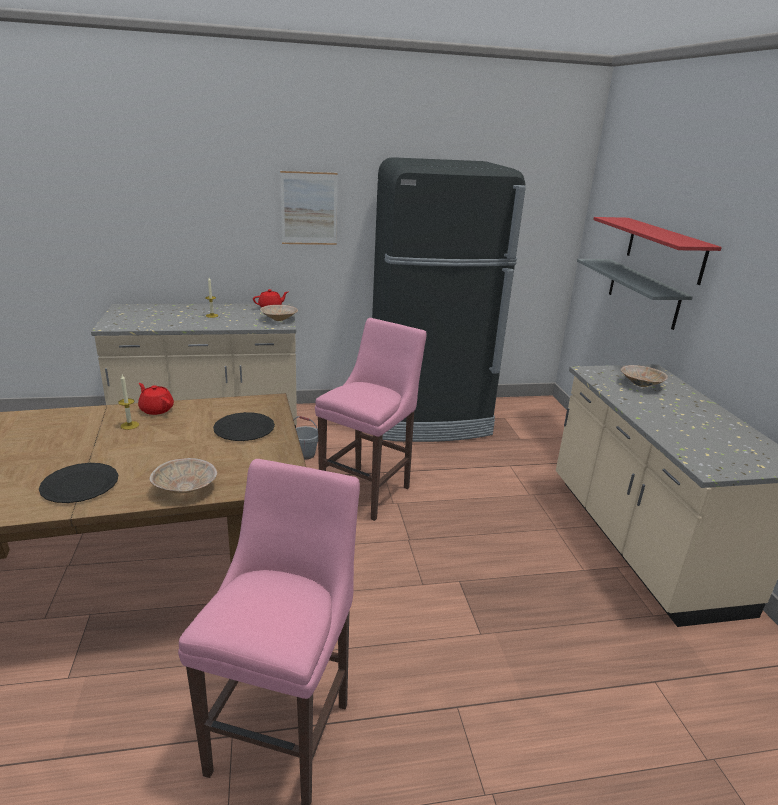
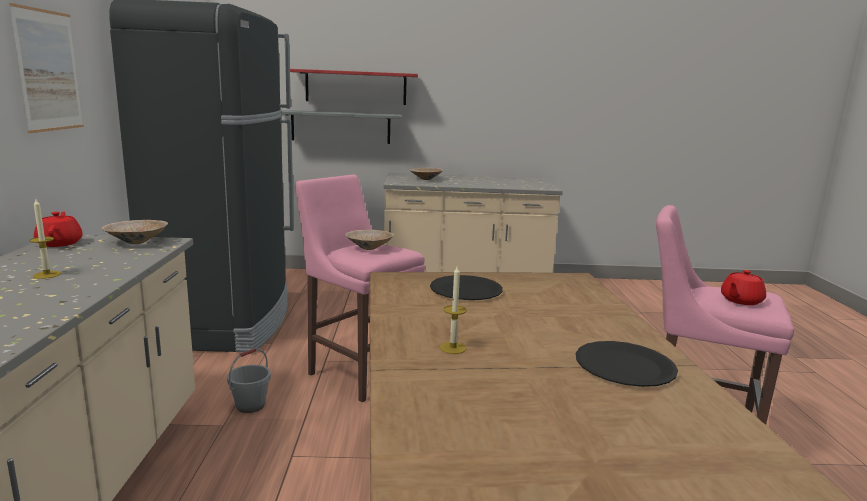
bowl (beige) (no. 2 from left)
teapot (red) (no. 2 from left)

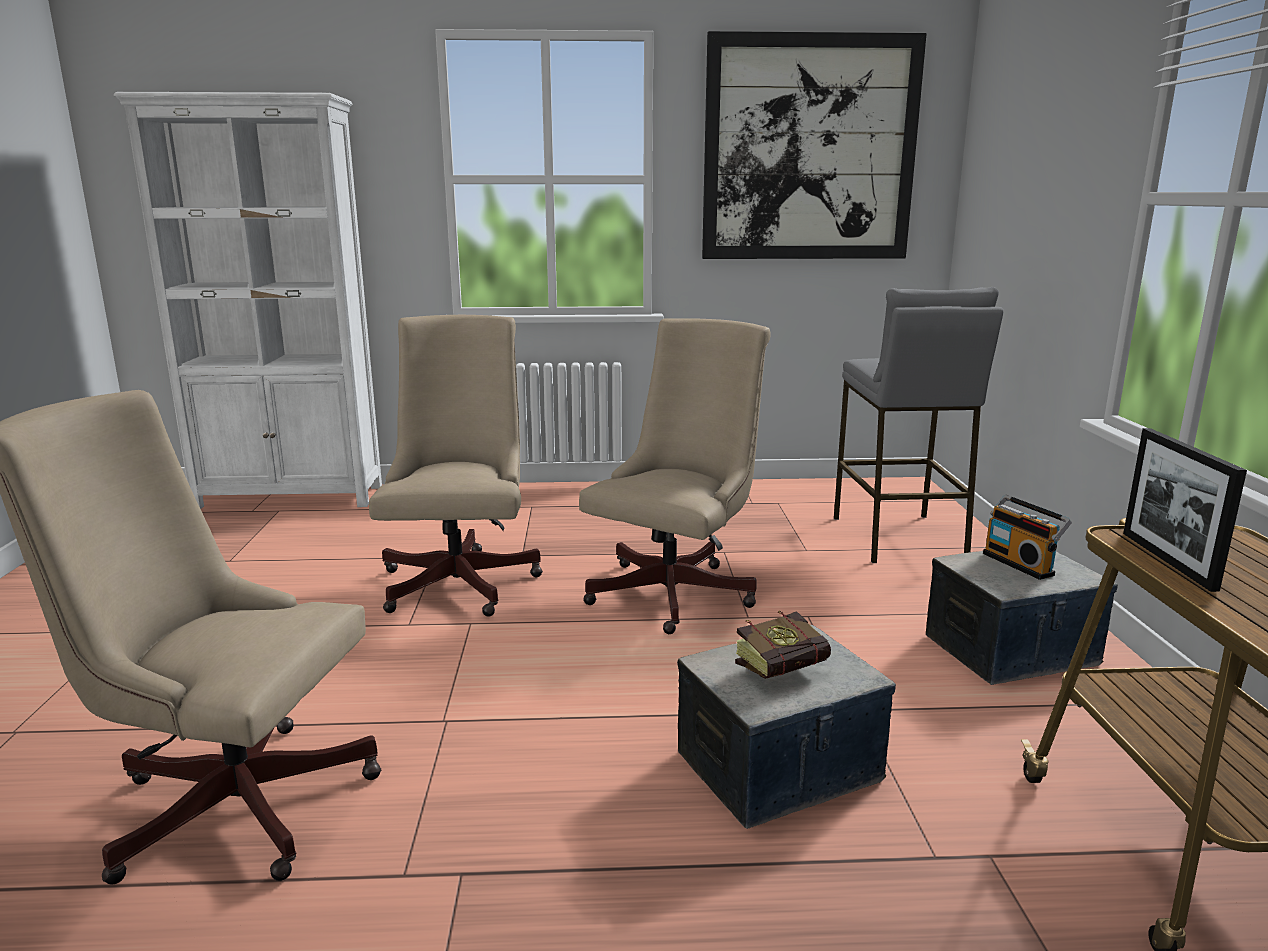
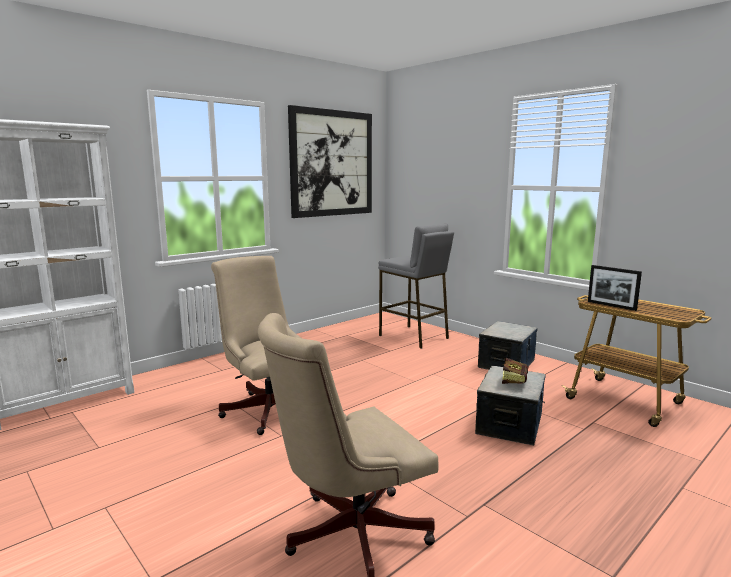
office chair (beige) (no. 3 from left in the first image)
radio

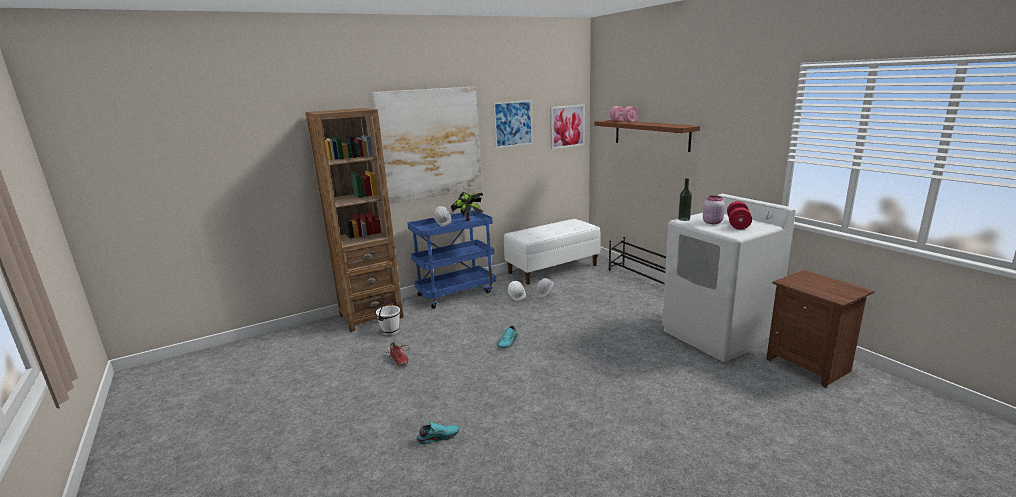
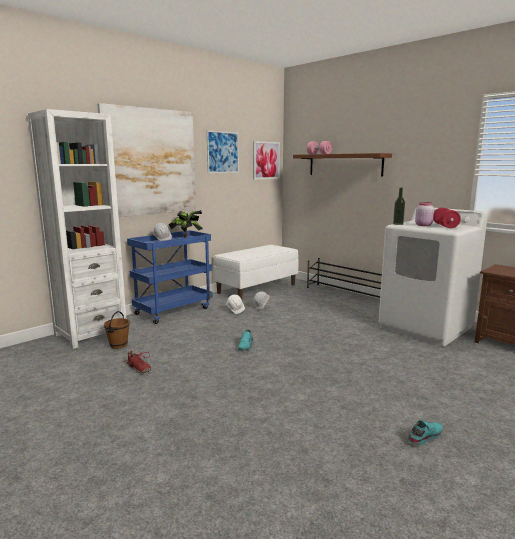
bookcase (white)
bucket (brown)
shoe (turquoise) (no. 2 from left)

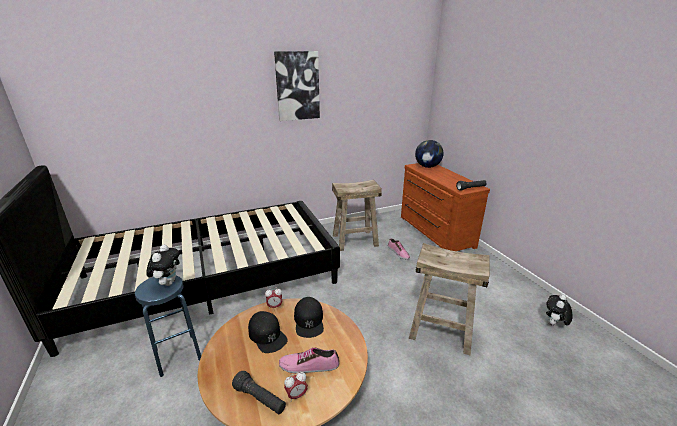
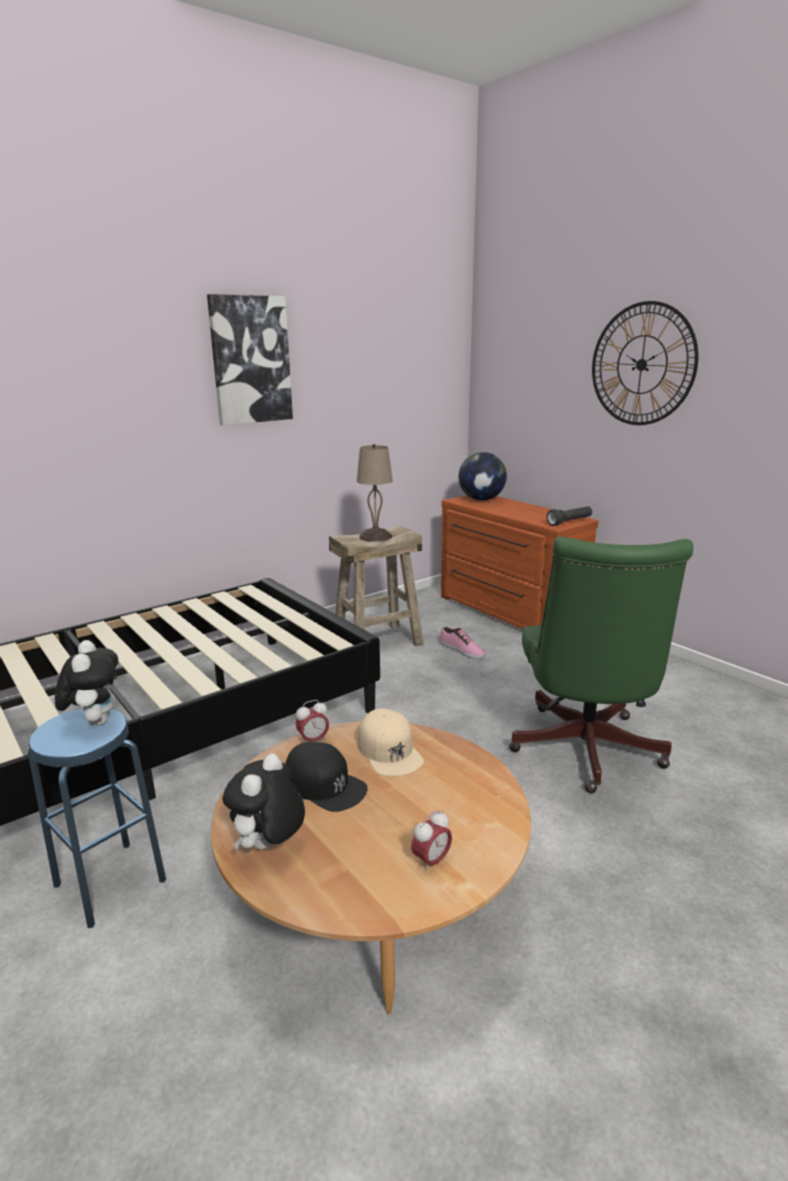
plush toy (no. 2 from left)
table lamp (beige)
cap (beige)
office chair (green)
wall clock
flashlight (black) (no. 1 from left in the first image)
shoe (no. 1 from left in the first image)

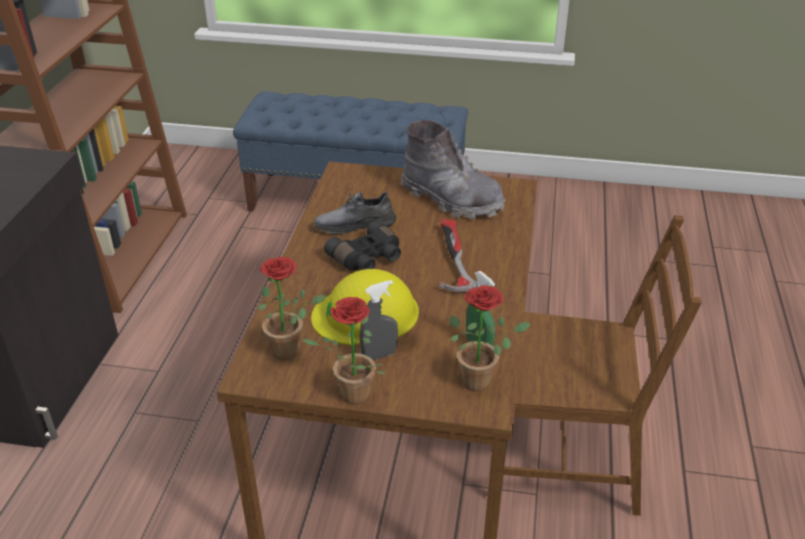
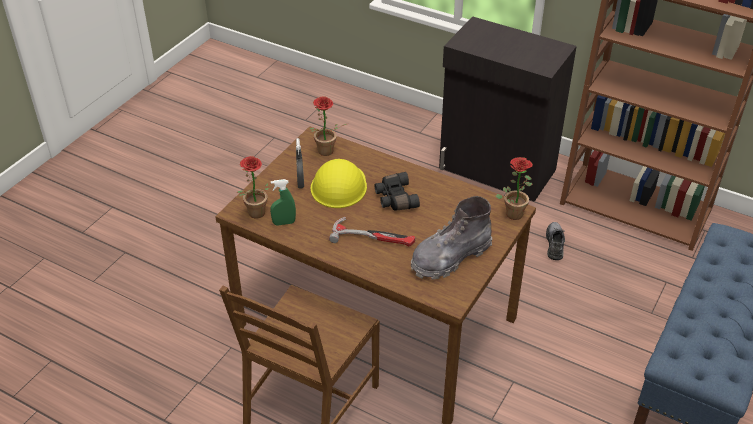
potted plant (no. 3 from left)
shoe (grey)

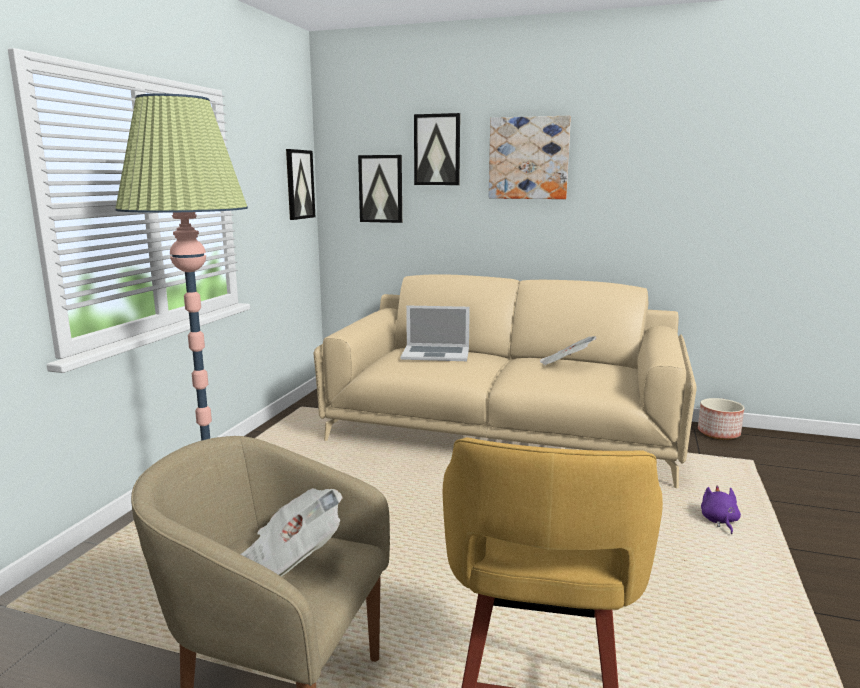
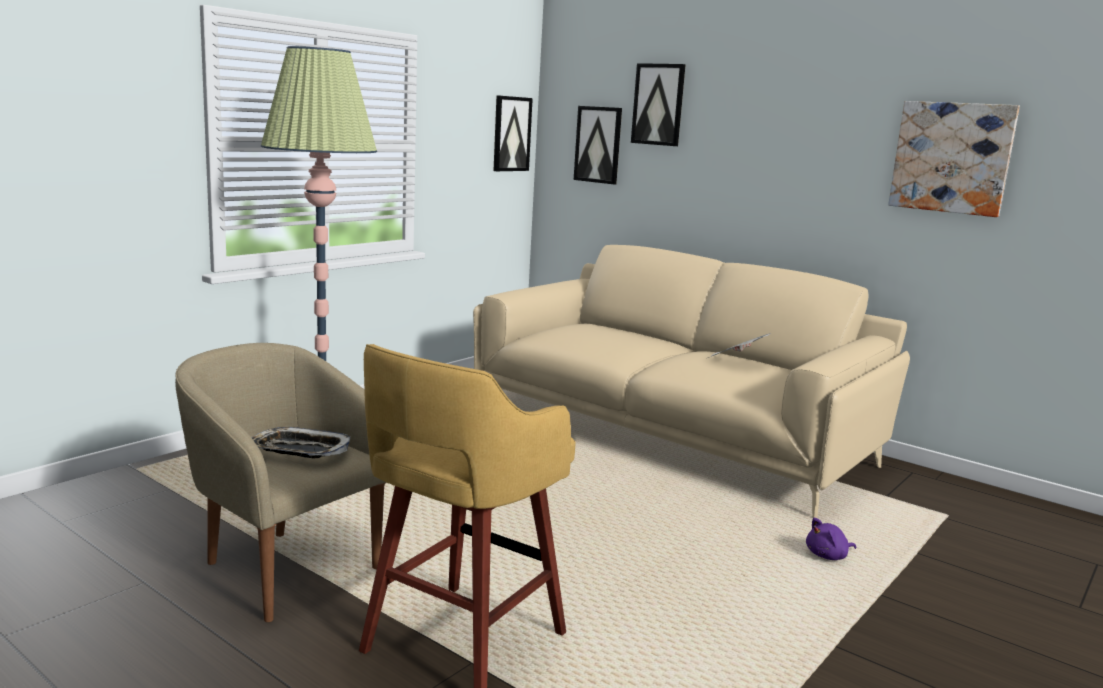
tray
plush toy (purple)
picture (no. 4 from left)
laptop
planter

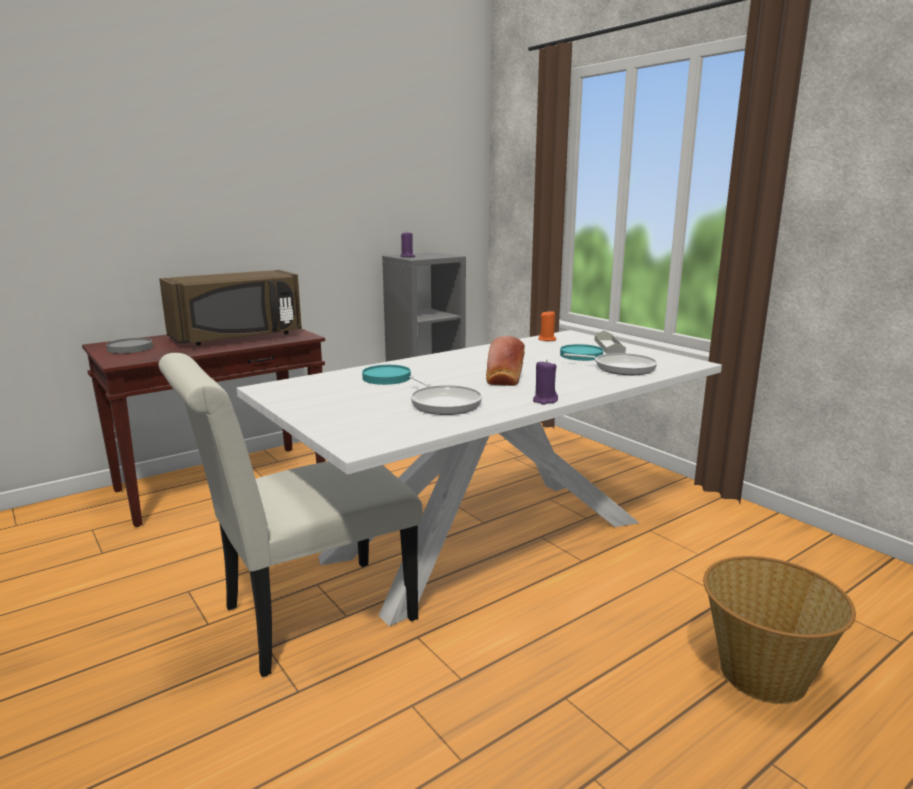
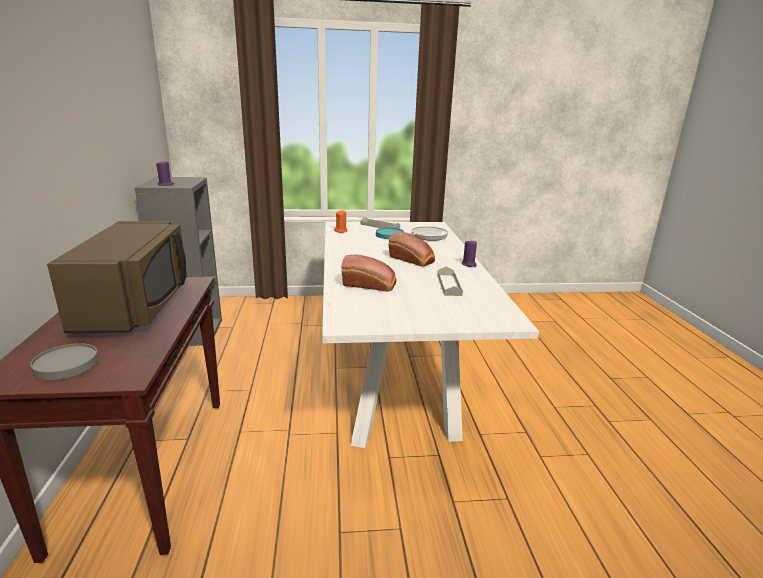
bread (no. 1 from left)
tray (grey) (no. 2 from left)
chair (white)
basket

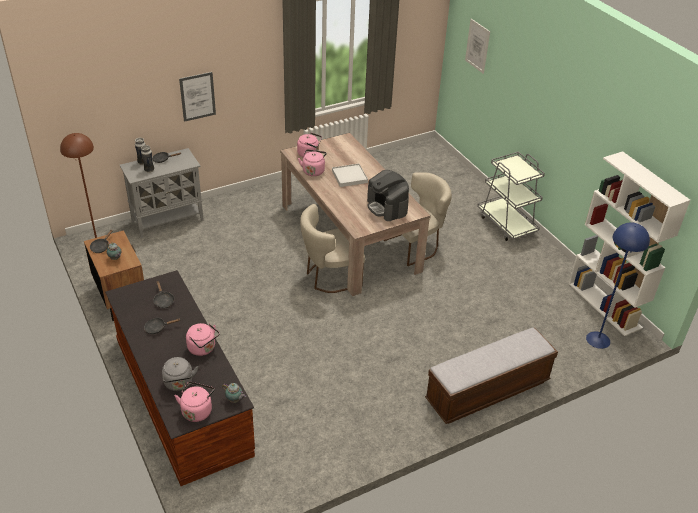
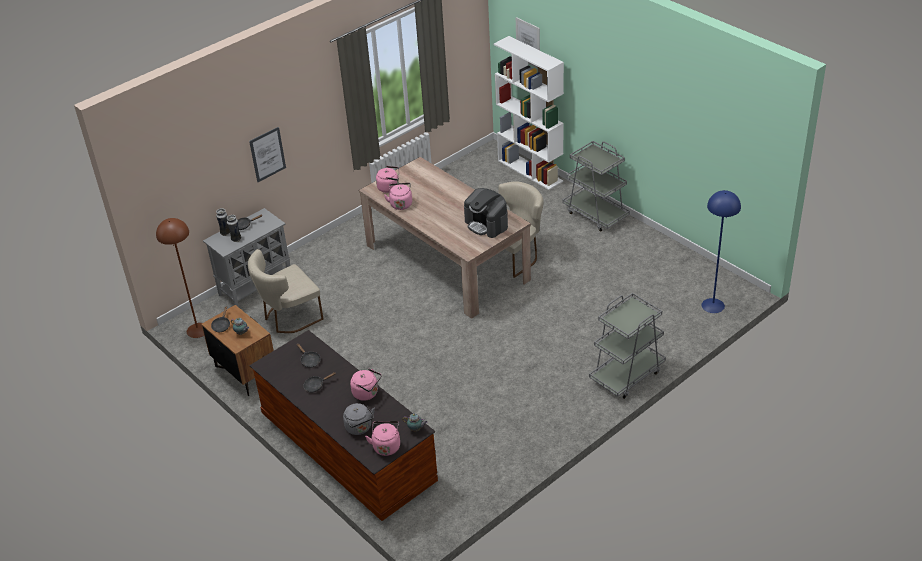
chair (beige) (no. 1 from left)
bookcase (white)
cart (grey) (no. 2 from left)
tray (white)

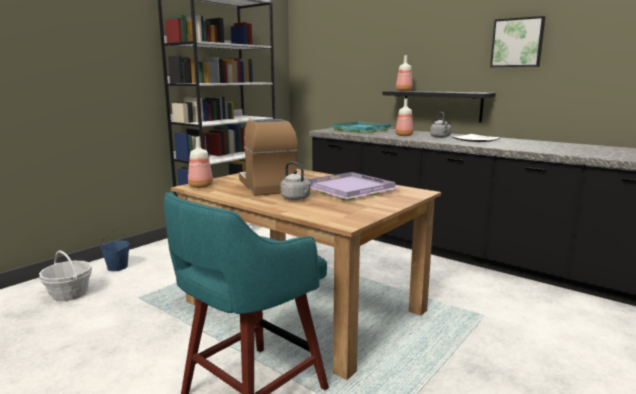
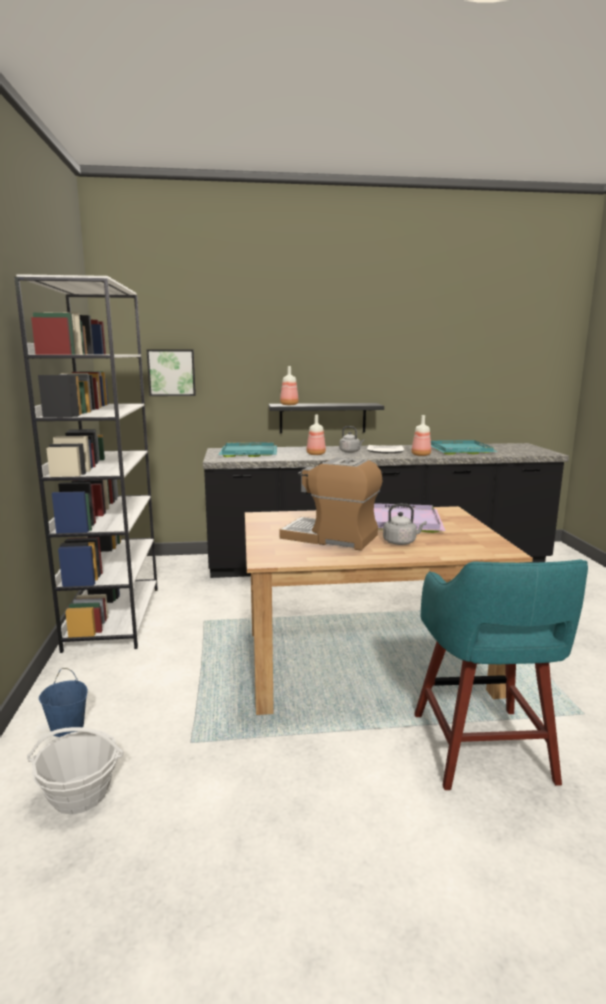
picture
bottle (no. 3 from left)
tray (turquoise) (no. 2 from left)

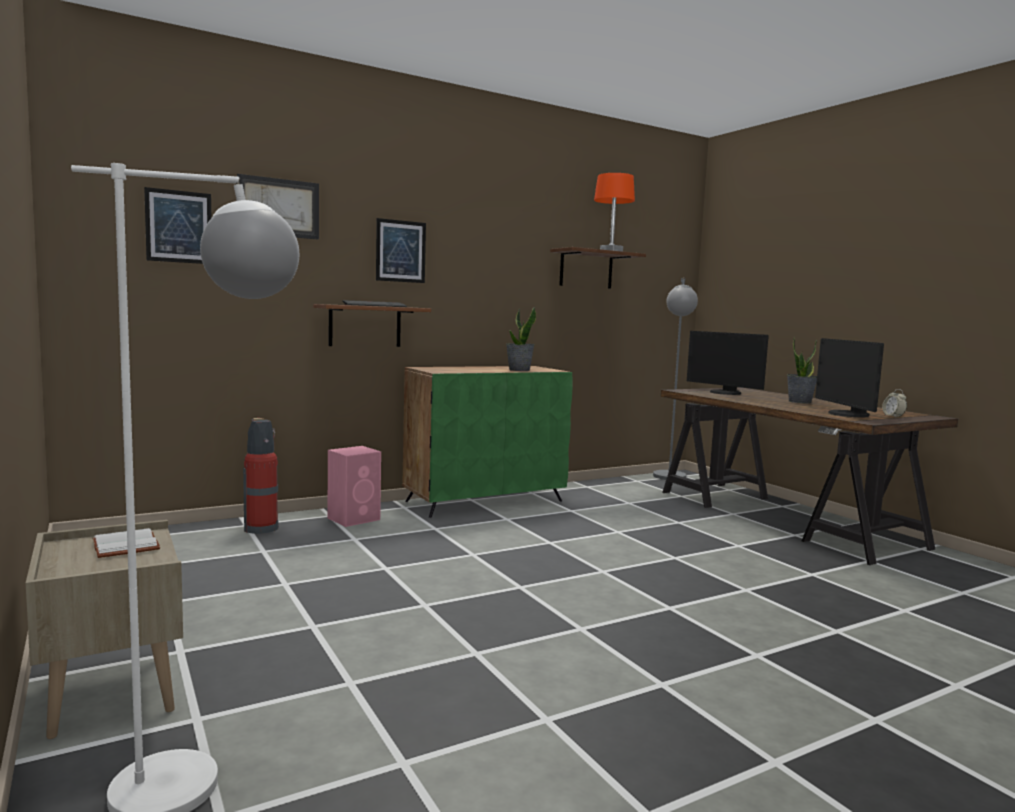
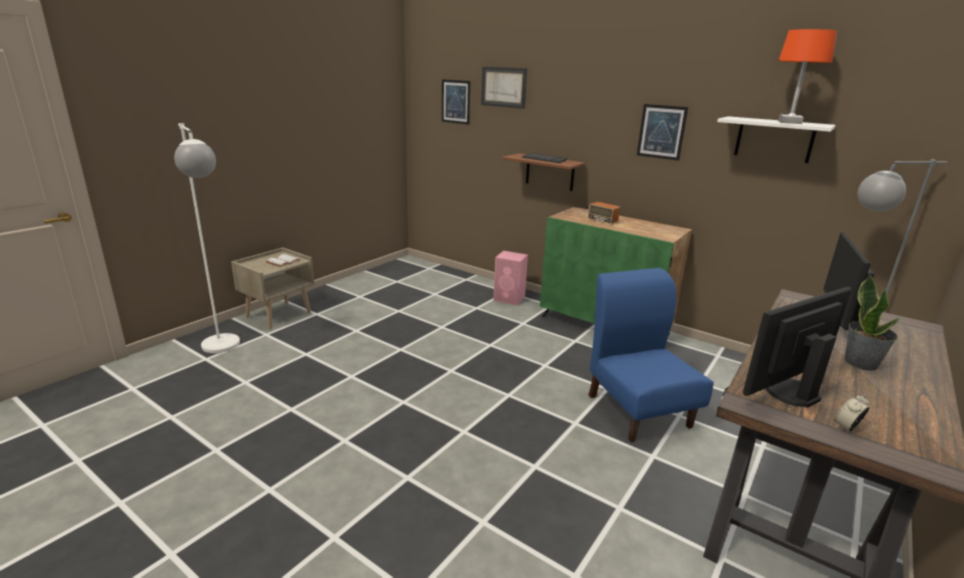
radio
chair (blue)
picture (no. 3 from left)
shelf (white)
fire extinguisher
potted plant (no. 1 from left in the first image)

